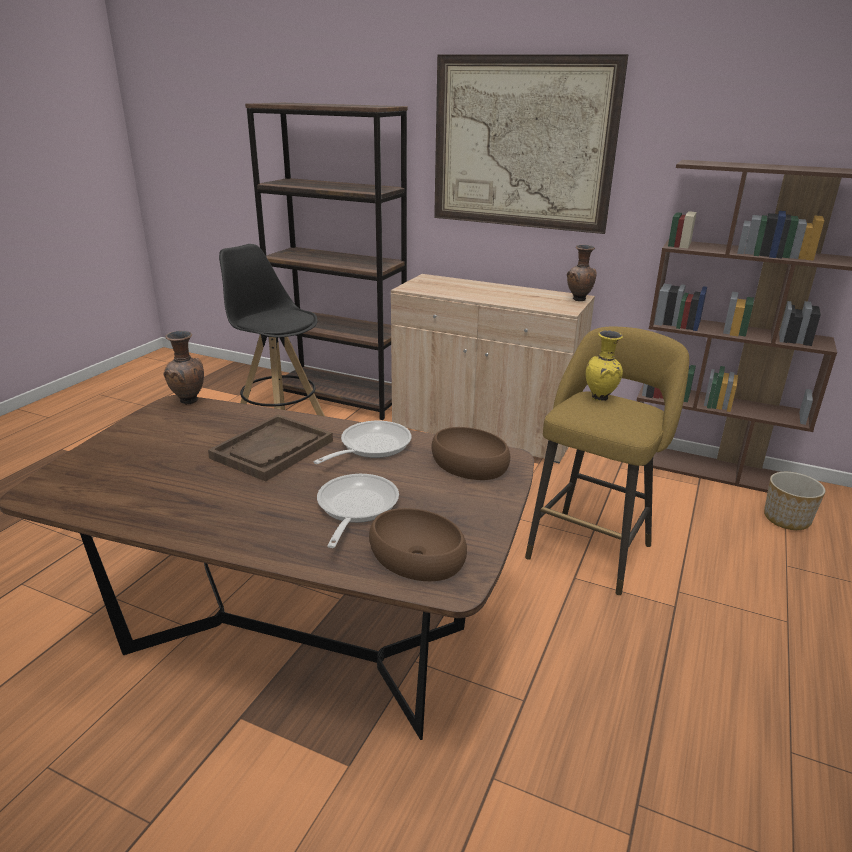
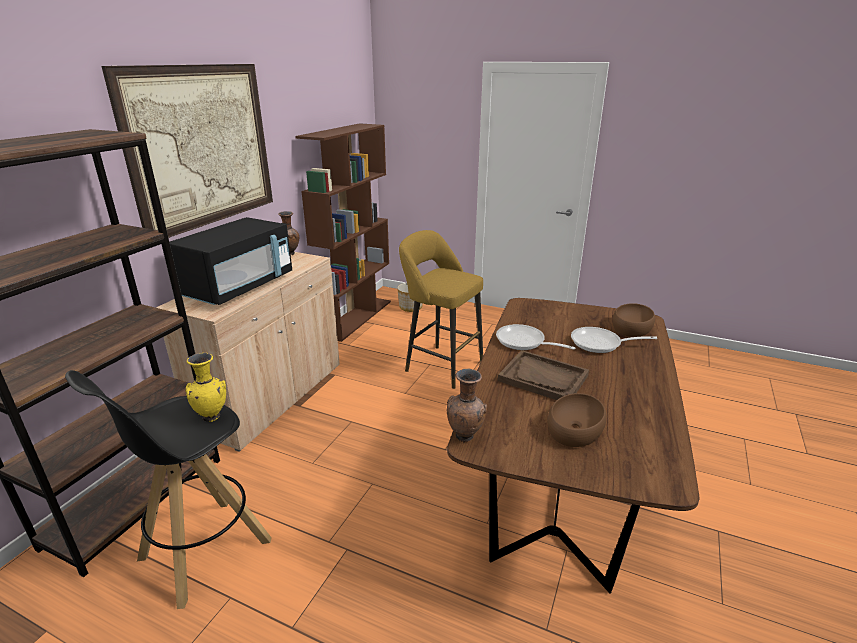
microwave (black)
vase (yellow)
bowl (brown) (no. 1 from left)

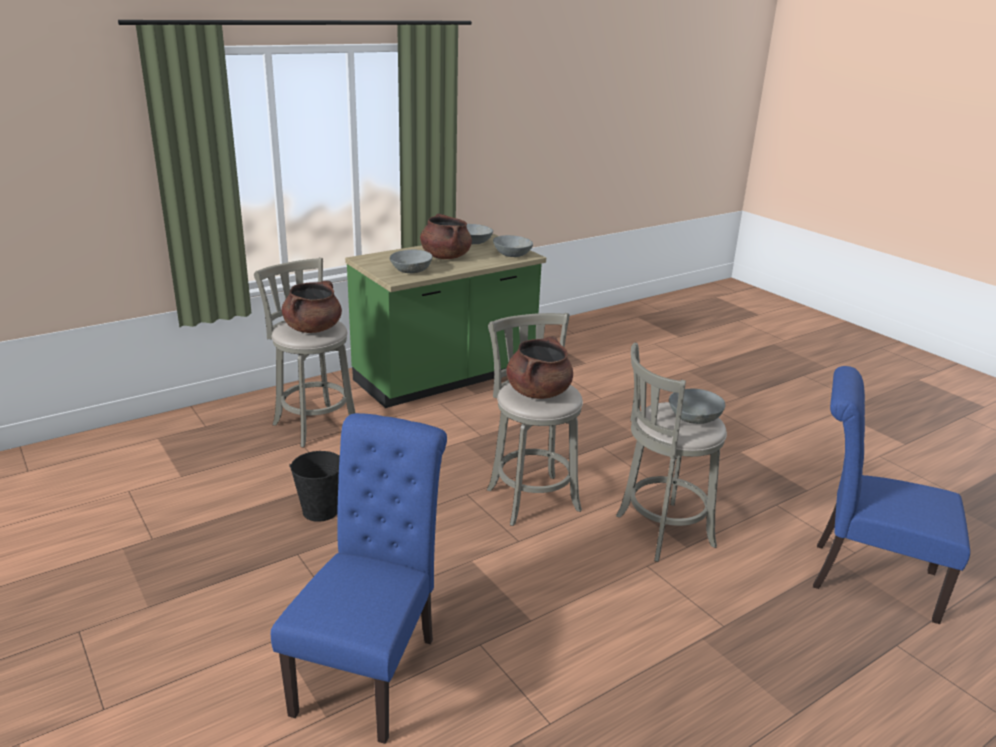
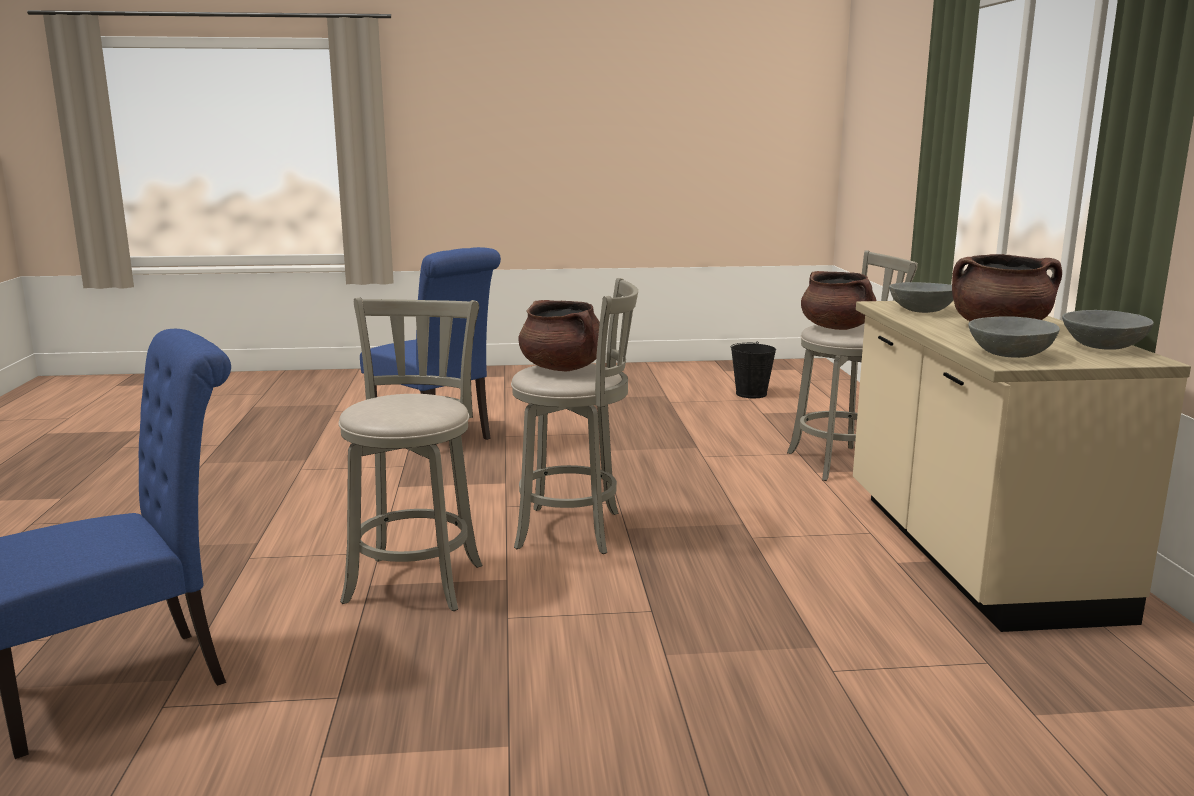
bucket (black)
counter (beige)
bowl (grey) (no. 4 from left in the first image)

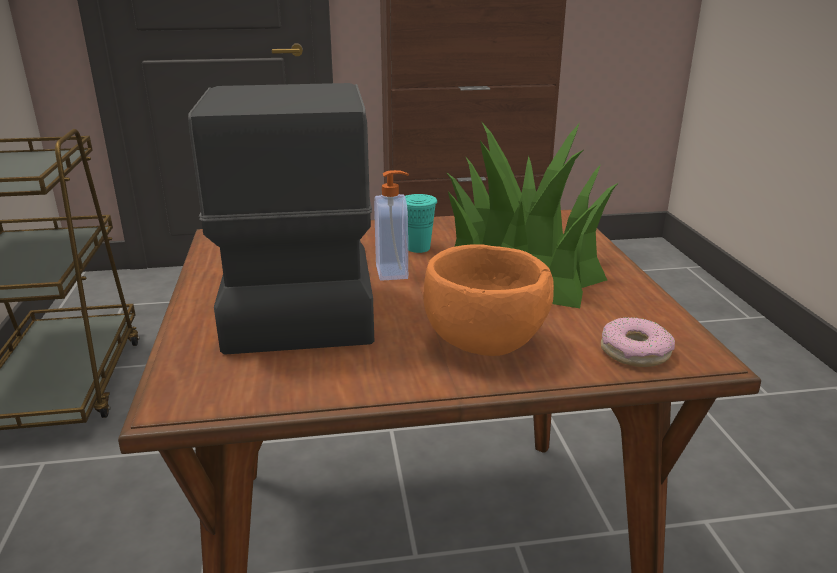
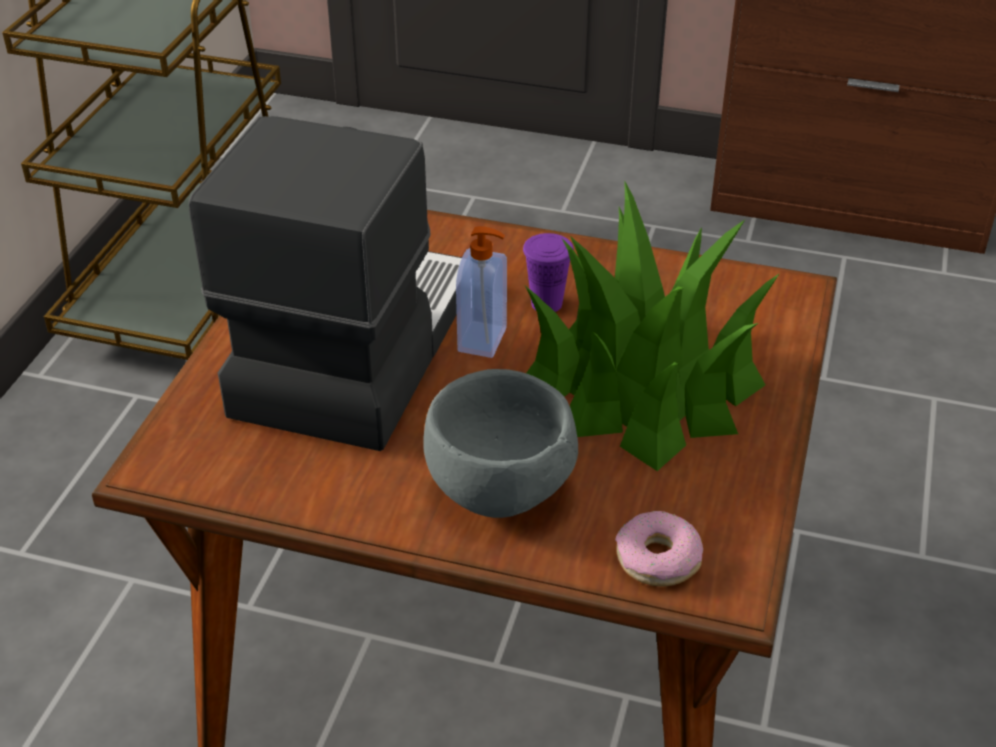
bowl (grey)
cup (purple)

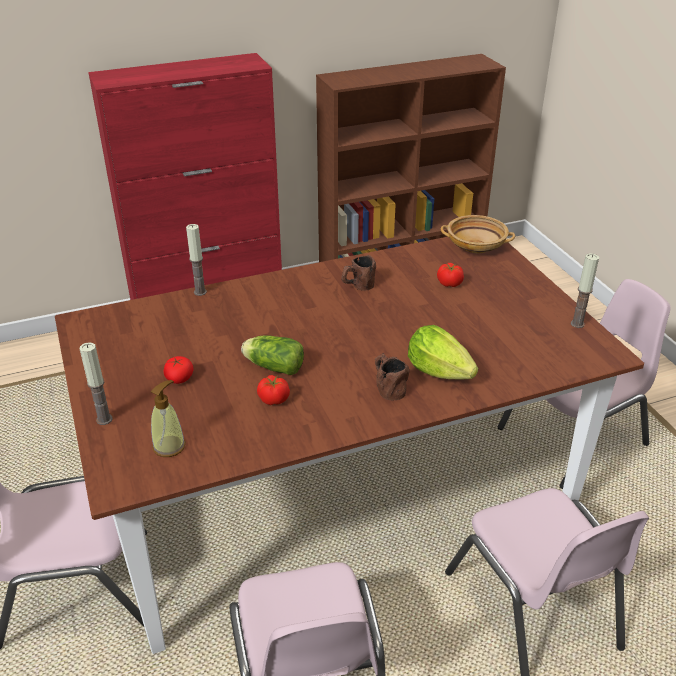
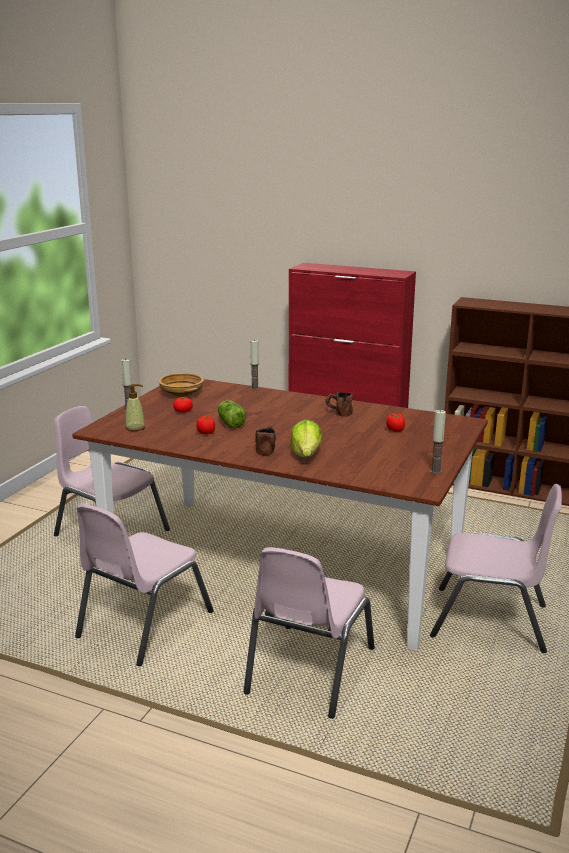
bowl (beige)

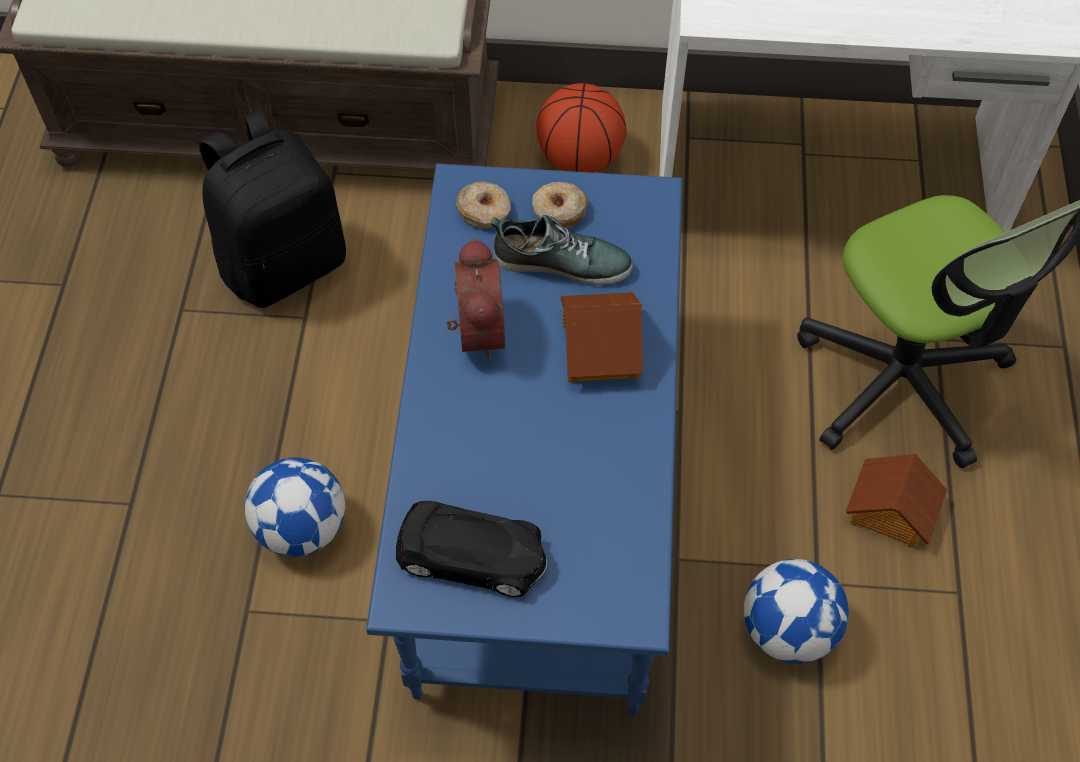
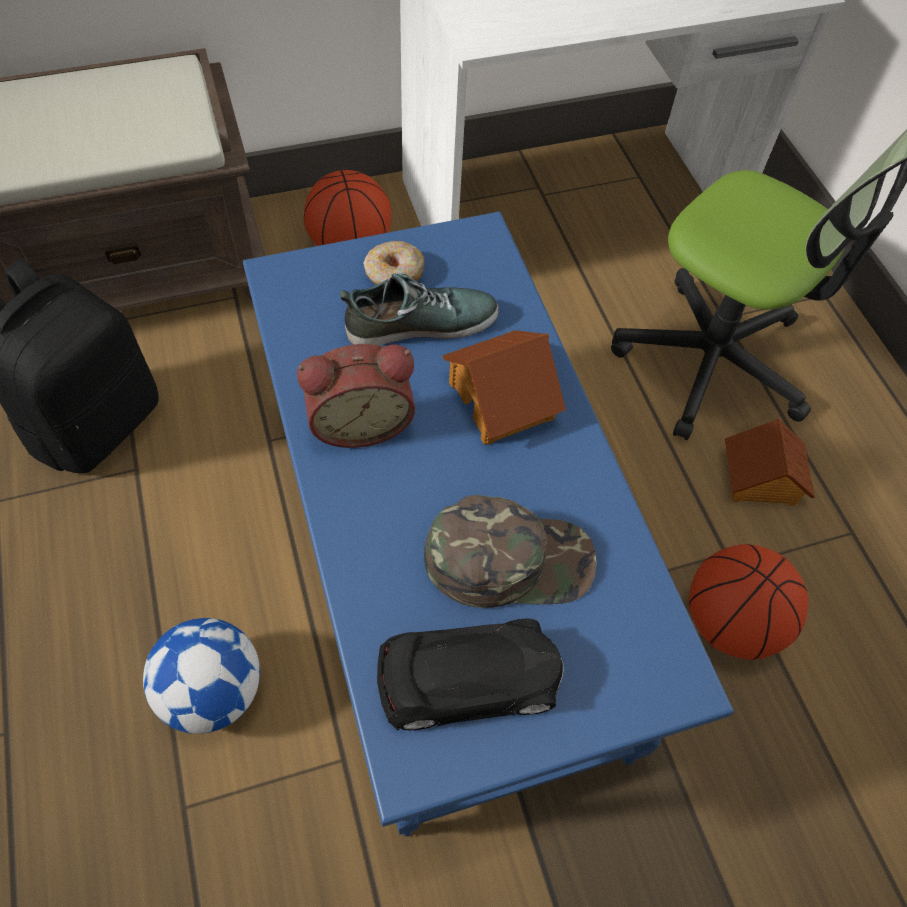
alarm clock
cap (green)
basketball (no. 2 from left)
donut (no. 1 from left in the first image)

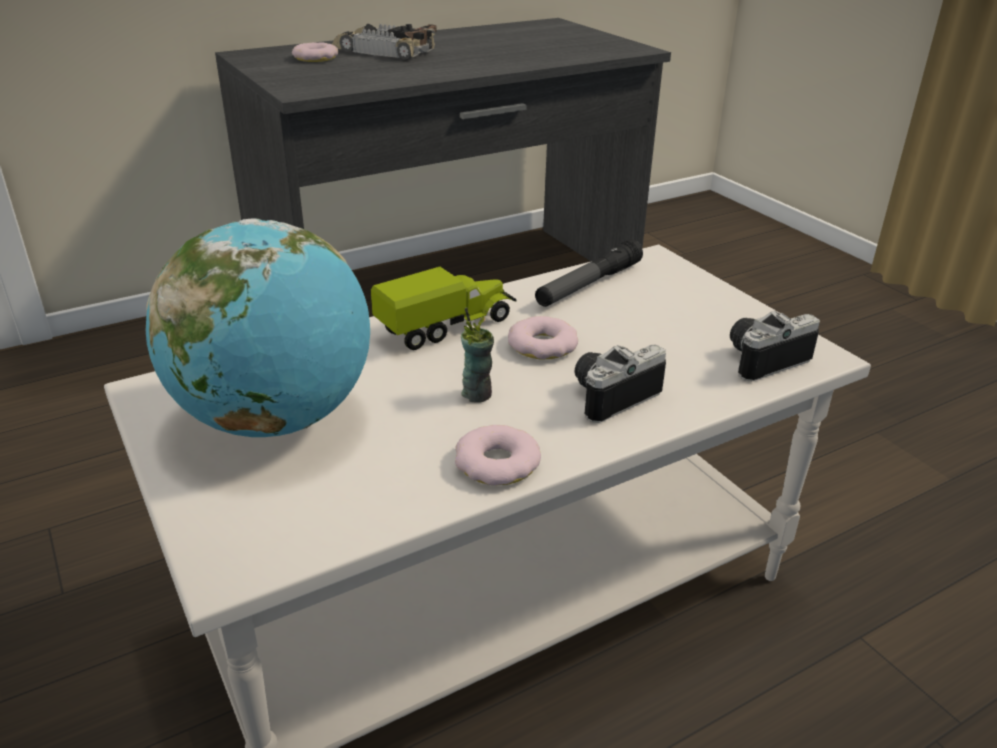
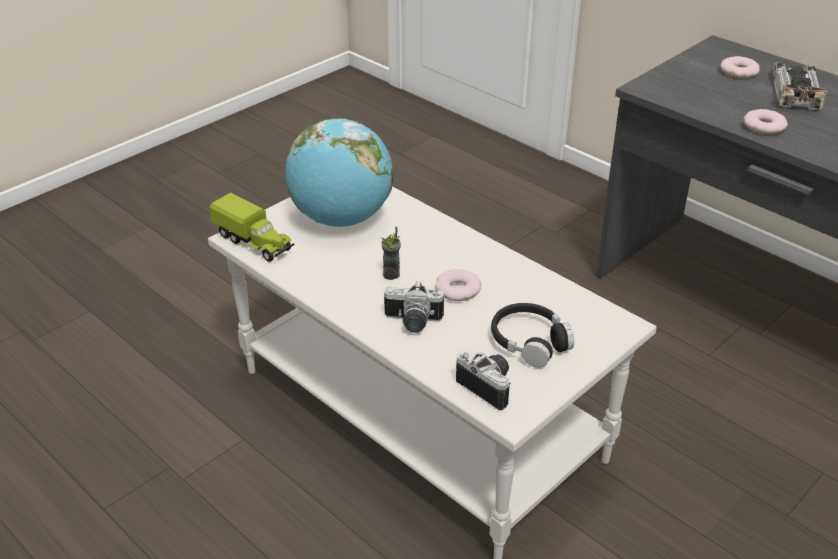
toy truck
photo camera (no. 1 from left)
headphones (black)
donut (no. 3 from left)
flashlight

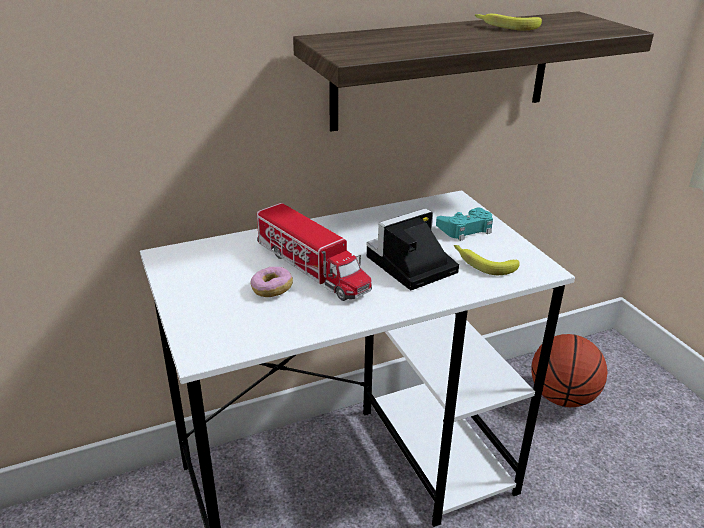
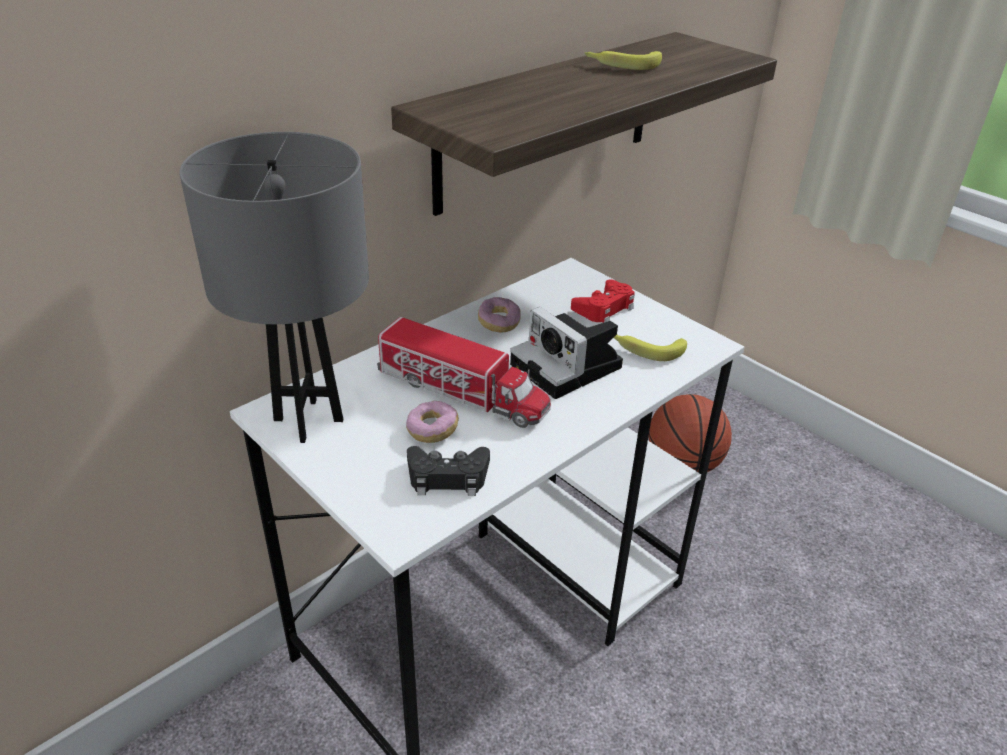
table lamp (grey)
game controller (black)
donut (no. 2 from left)
photo camera
game controller (red)

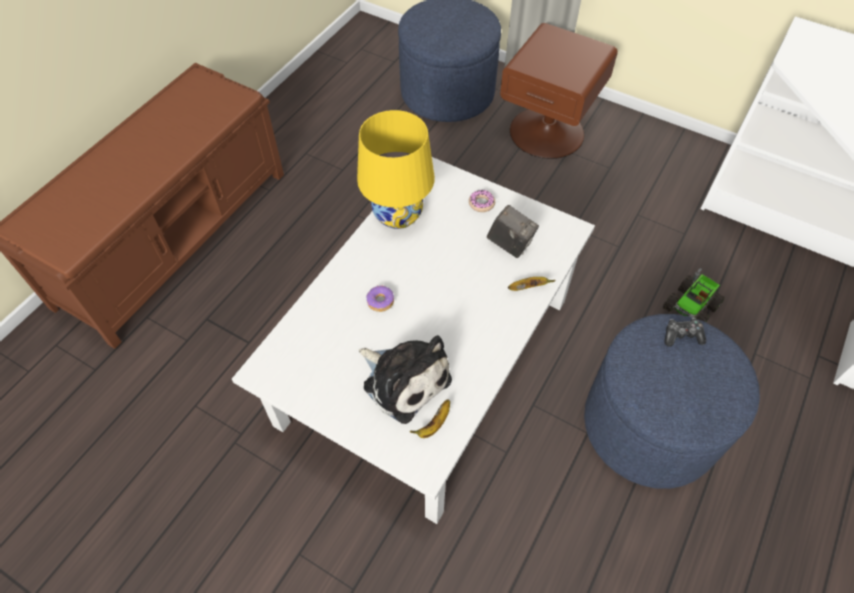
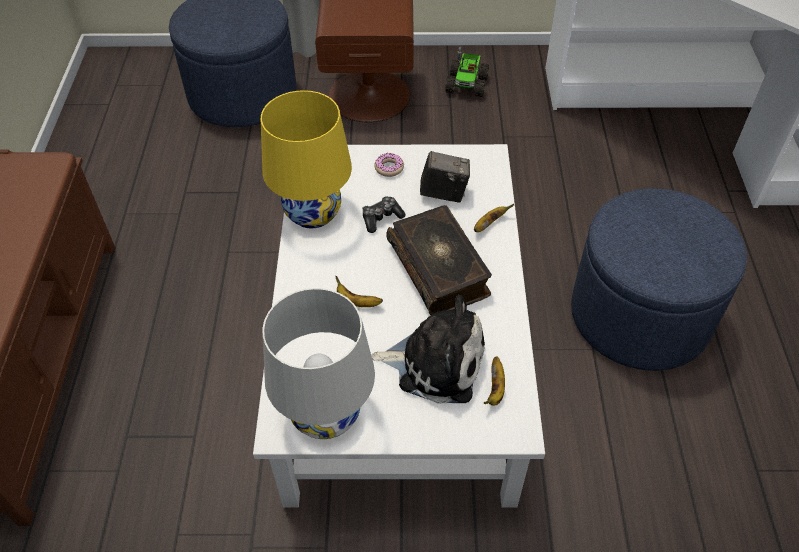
table lamp (white)
banana (no. 1 from left)
game controller
book
toy truck

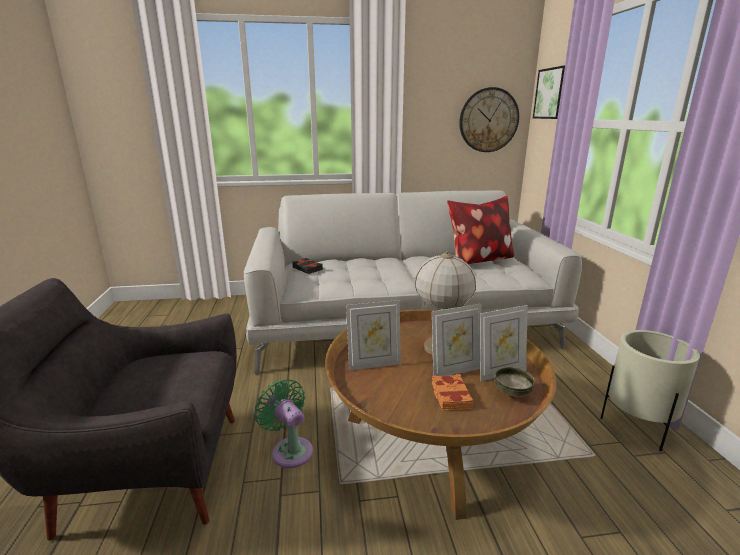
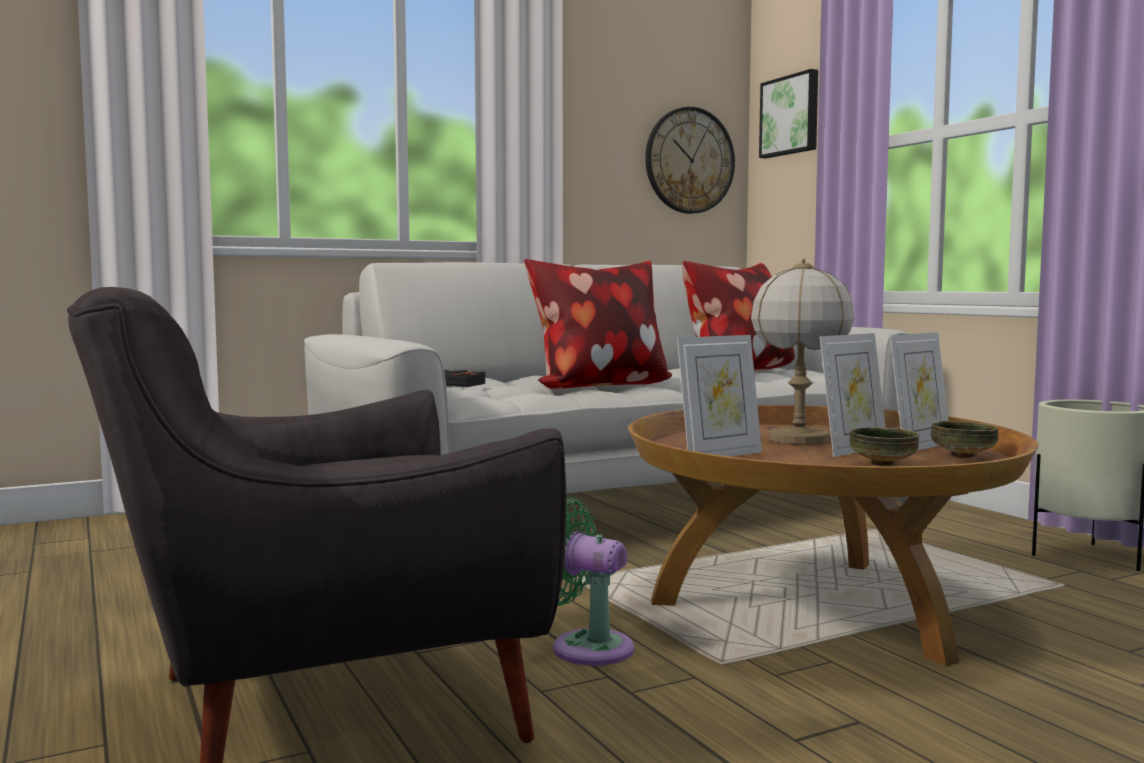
pillow (no. 1 from left)
bowl (no. 1 from left)

